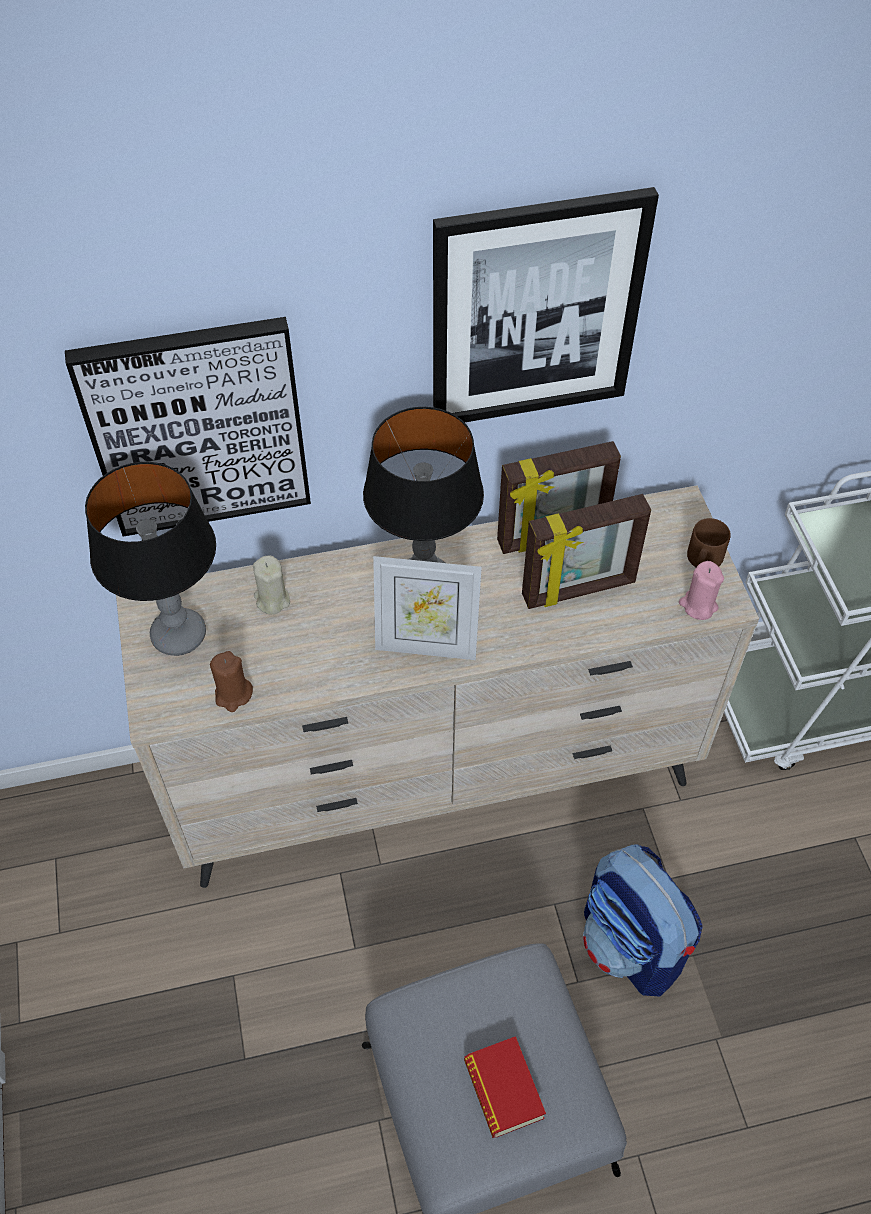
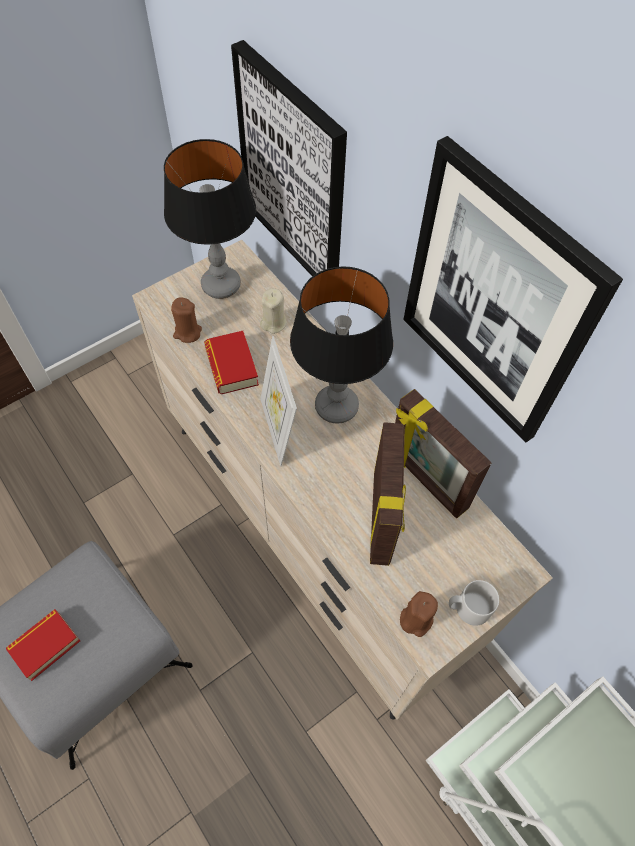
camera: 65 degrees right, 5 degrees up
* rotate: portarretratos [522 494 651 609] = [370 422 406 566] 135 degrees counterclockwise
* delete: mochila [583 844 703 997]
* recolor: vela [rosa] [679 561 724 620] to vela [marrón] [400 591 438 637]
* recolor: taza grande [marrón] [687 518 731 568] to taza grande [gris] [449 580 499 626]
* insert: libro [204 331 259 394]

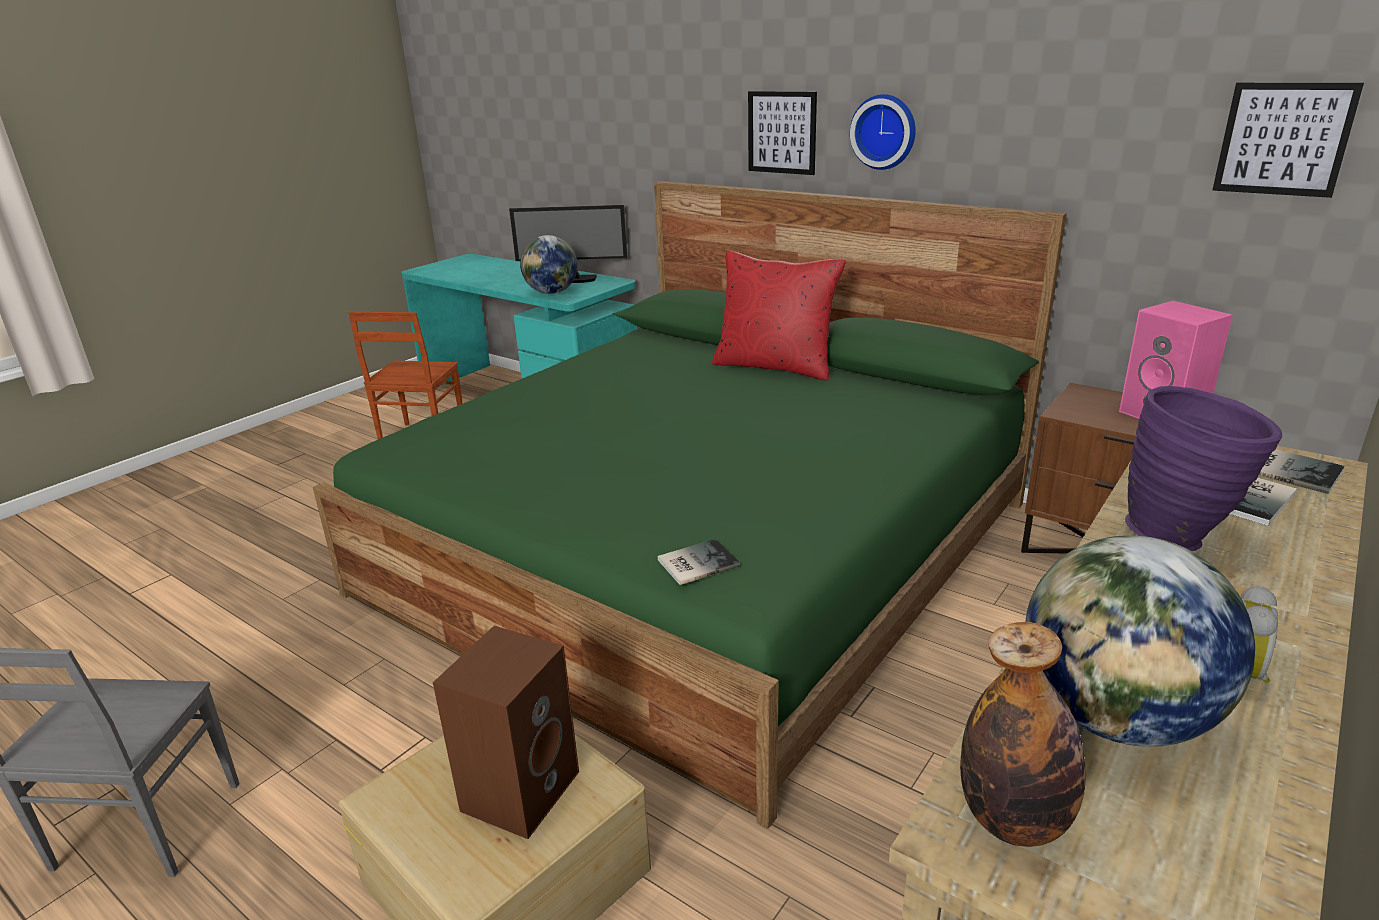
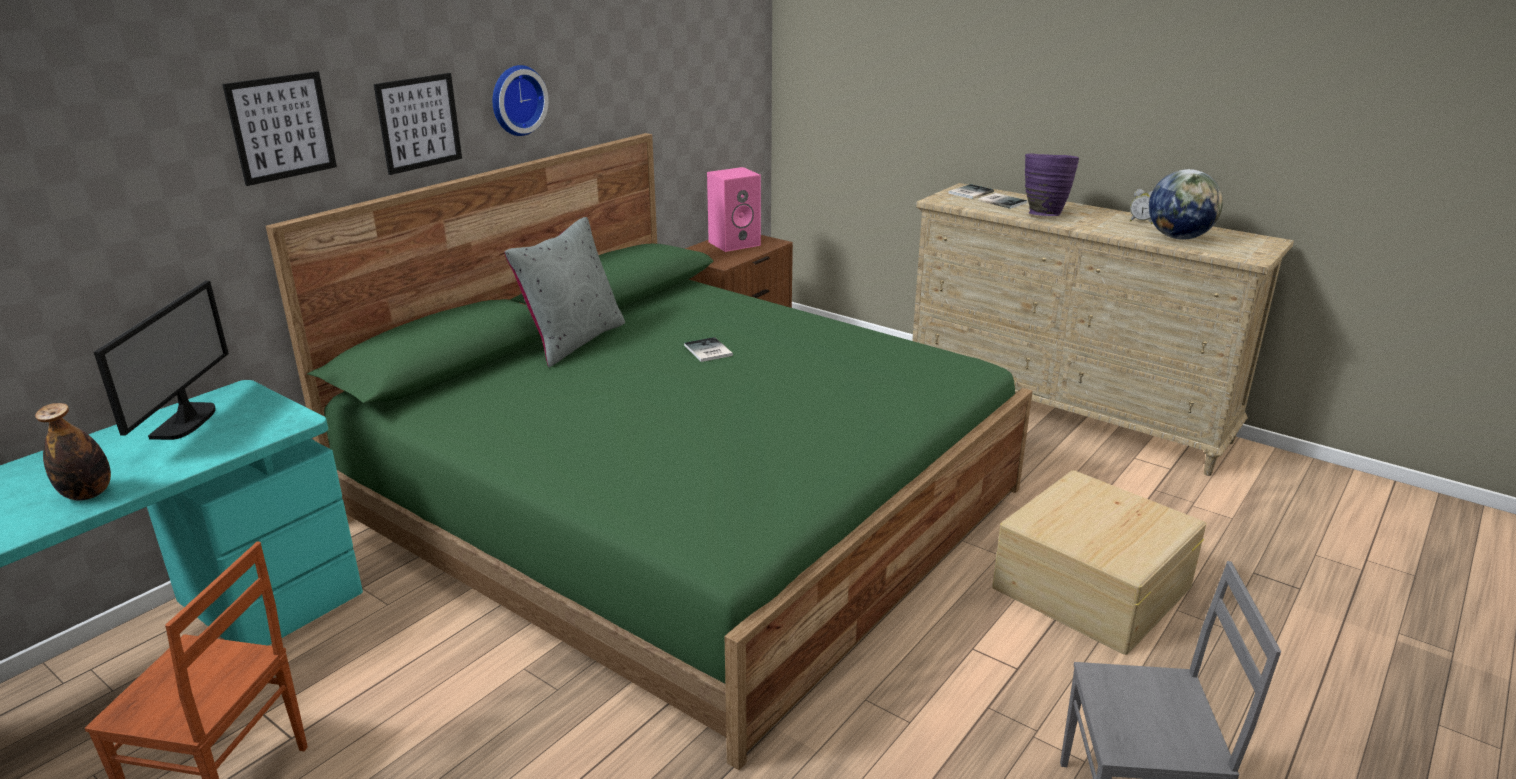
camera: 90 degrees left, 0 degrees up
* delete: altavoz [marrón] [433 626 579 839]
* delete: globo terráqueo [520 235 577 294]
* move: libro [658 539 740 585] to [684 337 733 362]
* recolor: cojín [rojo] [712 251 846 381] to cojín [gris] [504 217 625 367]
* move: botella [960 622 1086 847] to [35 403 111 501]
* move: cuadro [1212 83 1364 198] to [222 71 337 186]

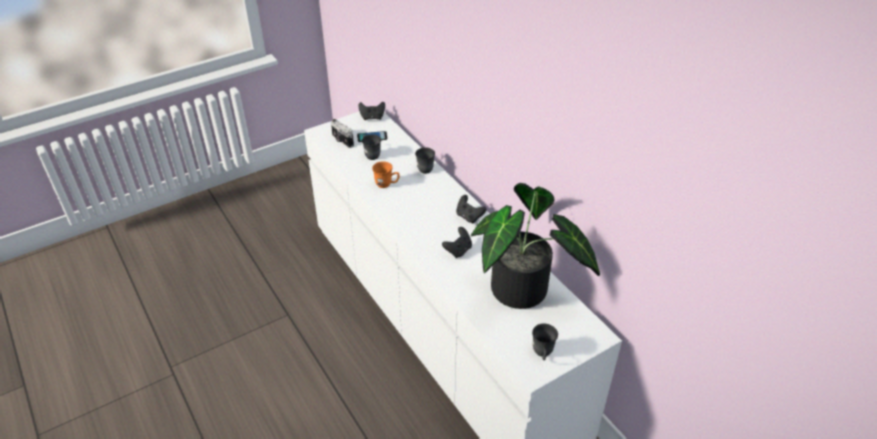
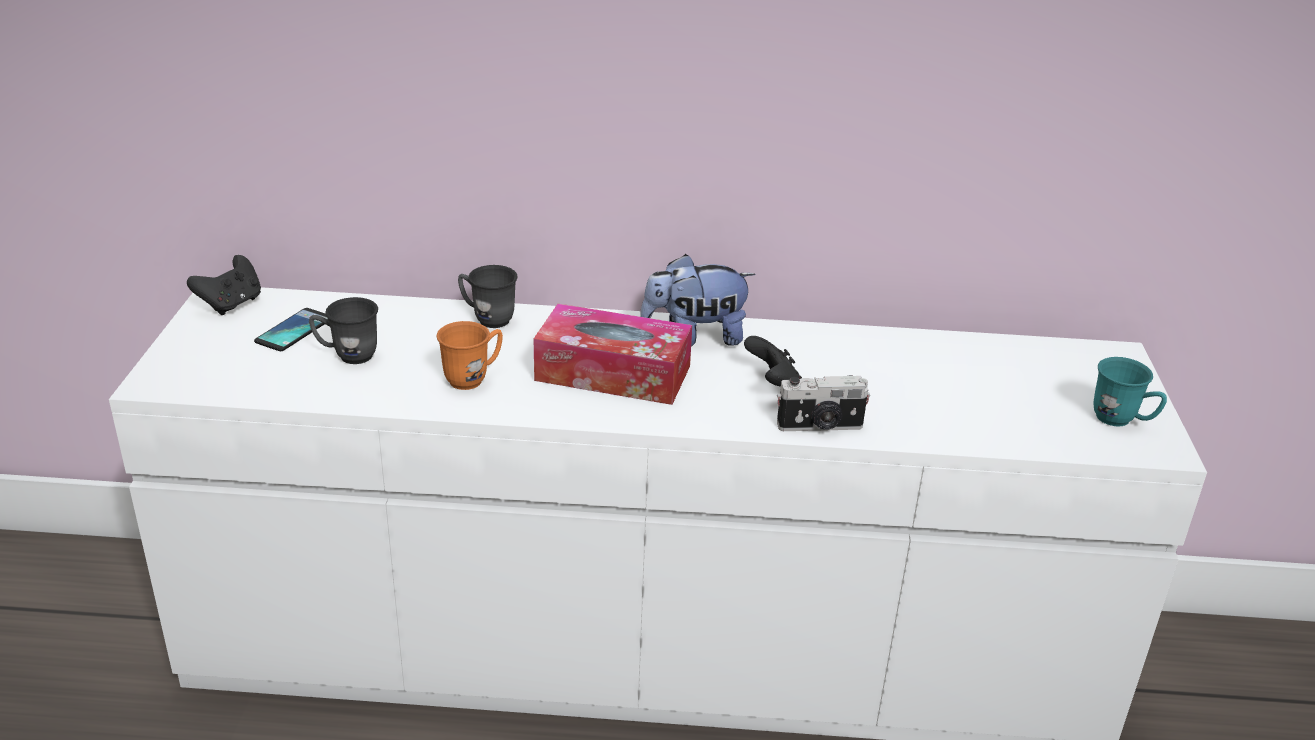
camera: 55 degrees left, 10 degrees down
* move: cámara [331 119 354 148] to [777 375 870 431]
* replace: mando de consola [negro] [456 195 487 223] to peluche [640 254 755 346]
* delete: planta en maceta [471 183 600 309]
* recolor: taza grande [gris] [532 323 558 360] to taza grande [turquesa] [1093 357 1167 427]
* insert: caja de pañuelos [534 304 692 405]

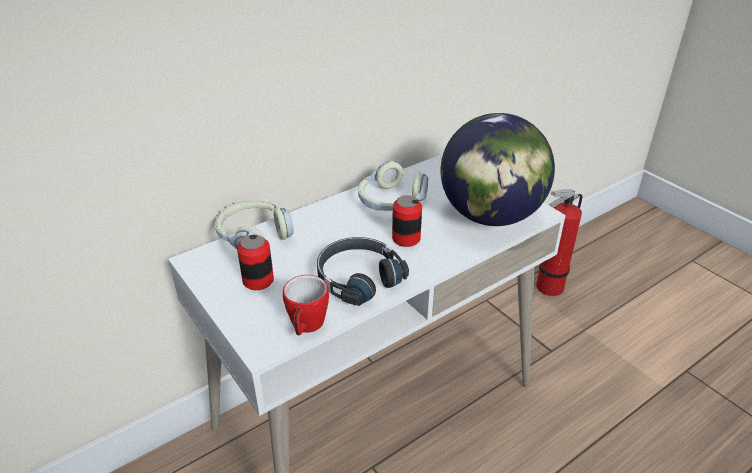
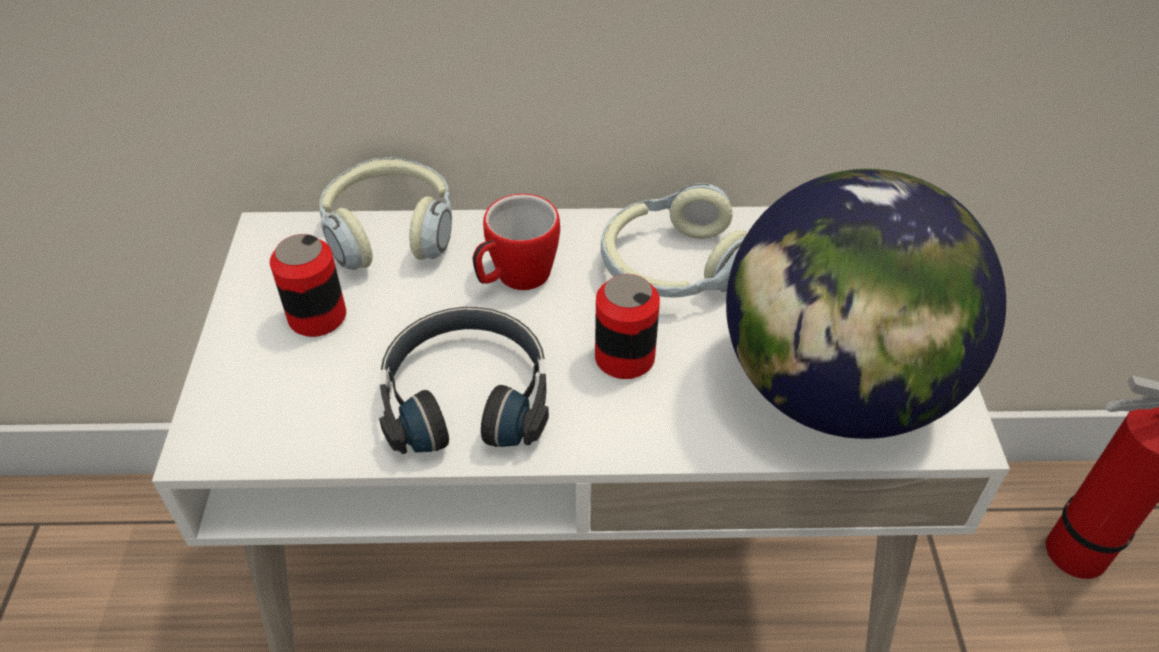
camera: 35 degrees right, 10 degrees up
* move: taza grande [283 275 329 336] to [473 194 560 290]

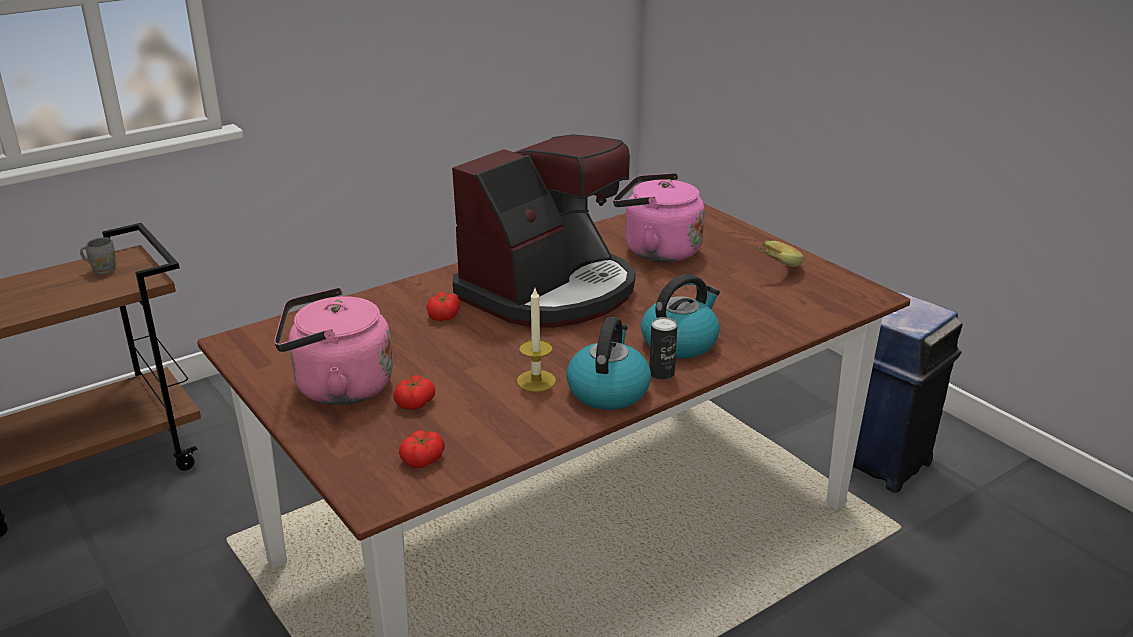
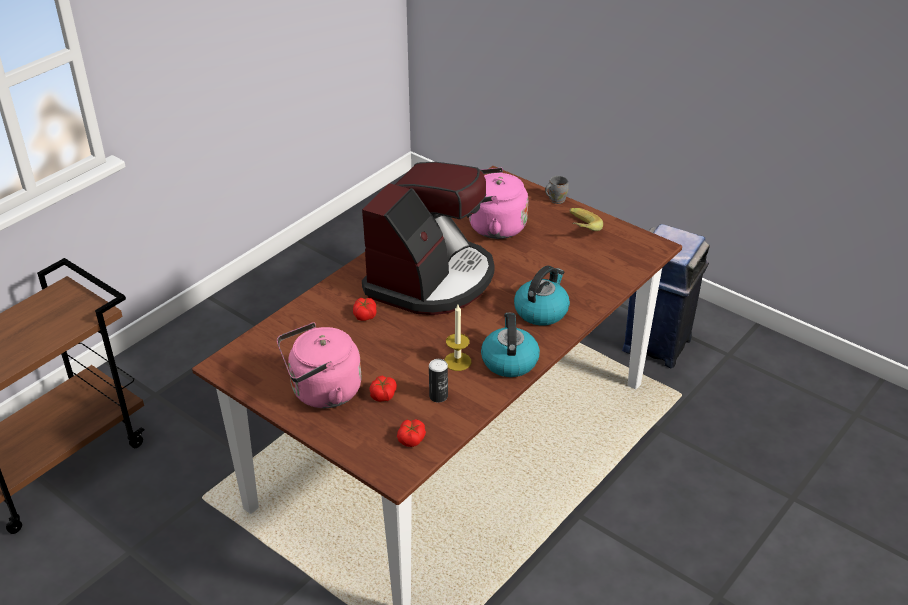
camera: 15 degrees left, 10 degrees up
* move: taza grande [gris] [80 237 116 274] to [545 176 569 204]
* move: lata [649 317 677 380] to [429 359 448 403]

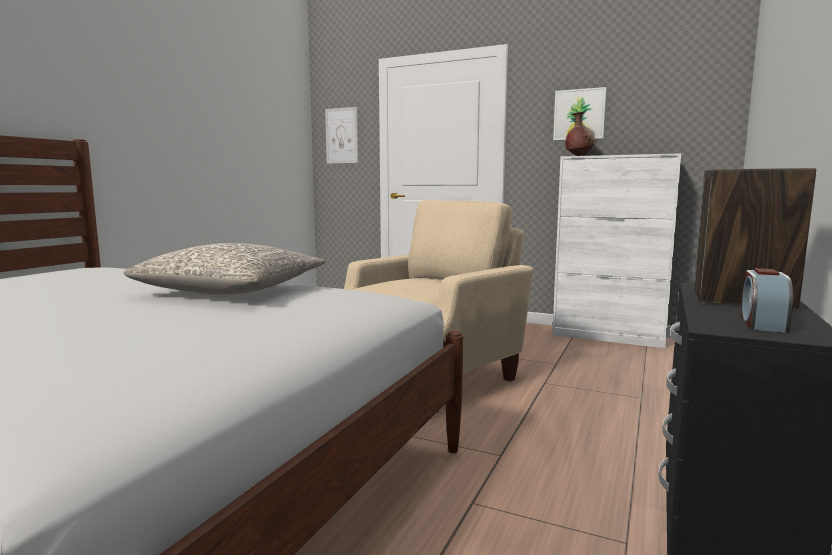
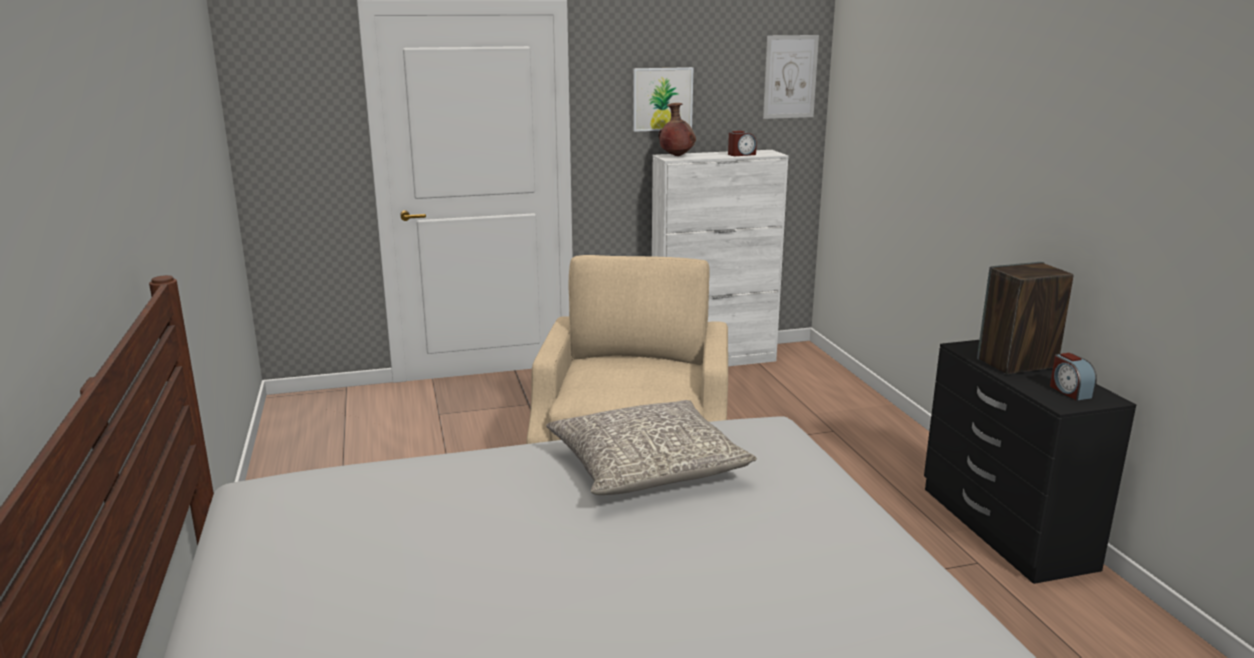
camera: 40 degrees left, 10 degrees up
* move: cuadro [325 107 358 164] to [763 35 819 119]
* insert: despertador [728 131 757 156]

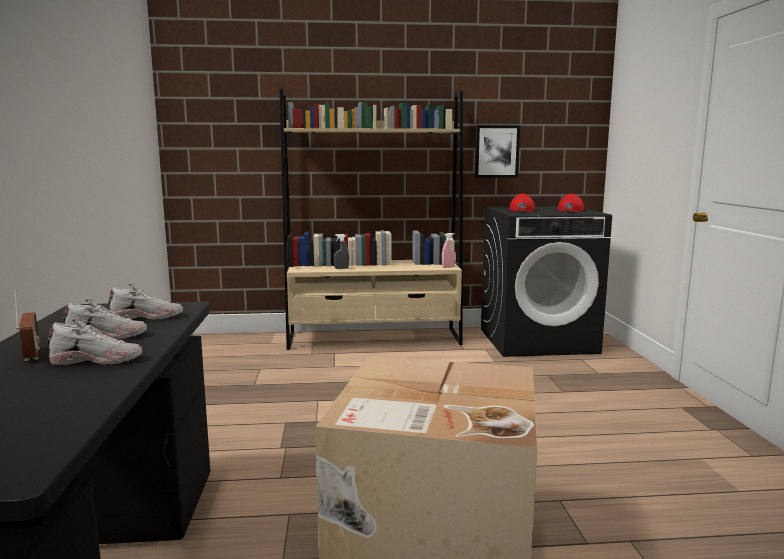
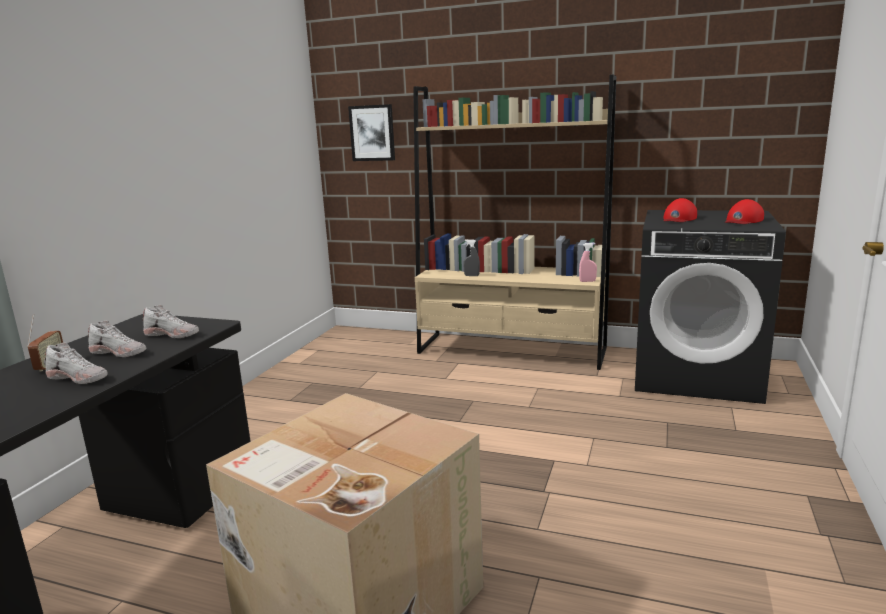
camera: 25 degrees right, 5 degrees up
* move: cuadro [475 125 520 178] to [348 104 395 161]

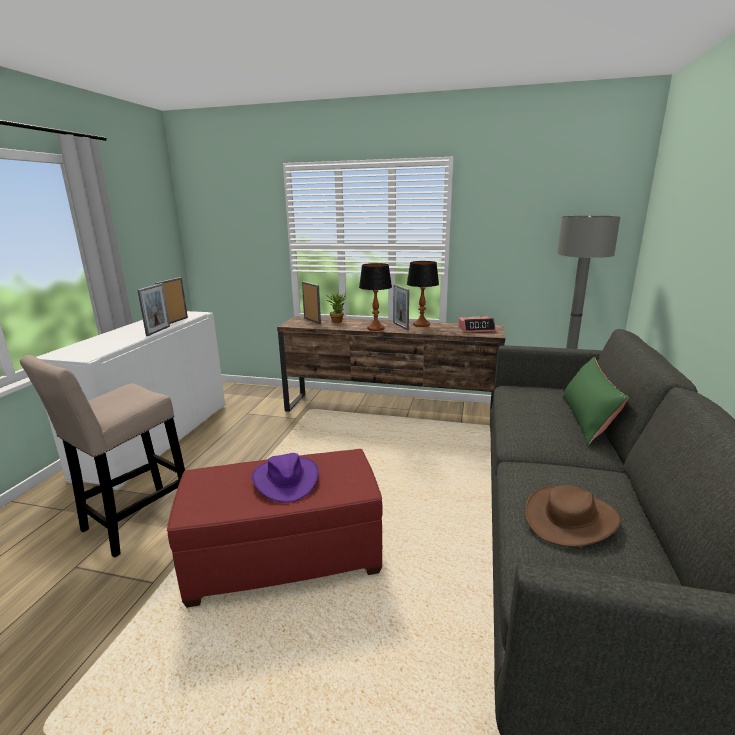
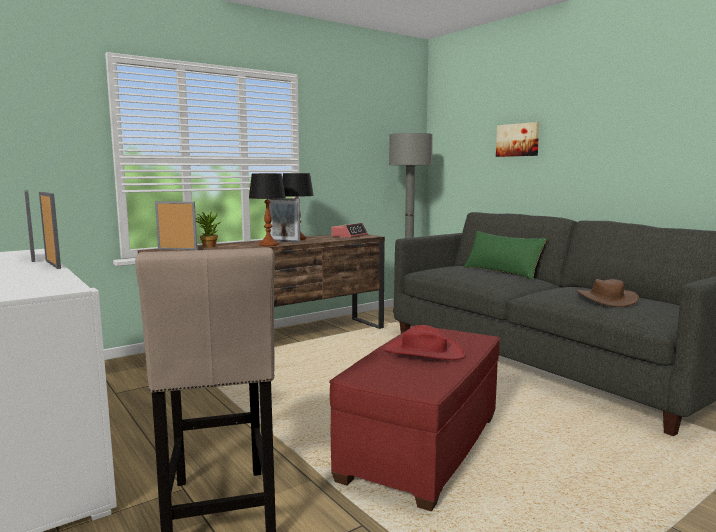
camera: 50 degrees left, 10 degrees down
* recolor: sombrero [morado] [252 453 319 503] to sombrero [rojo] [384 325 466 360]
* insert: cuadro [496 122 540 157]

